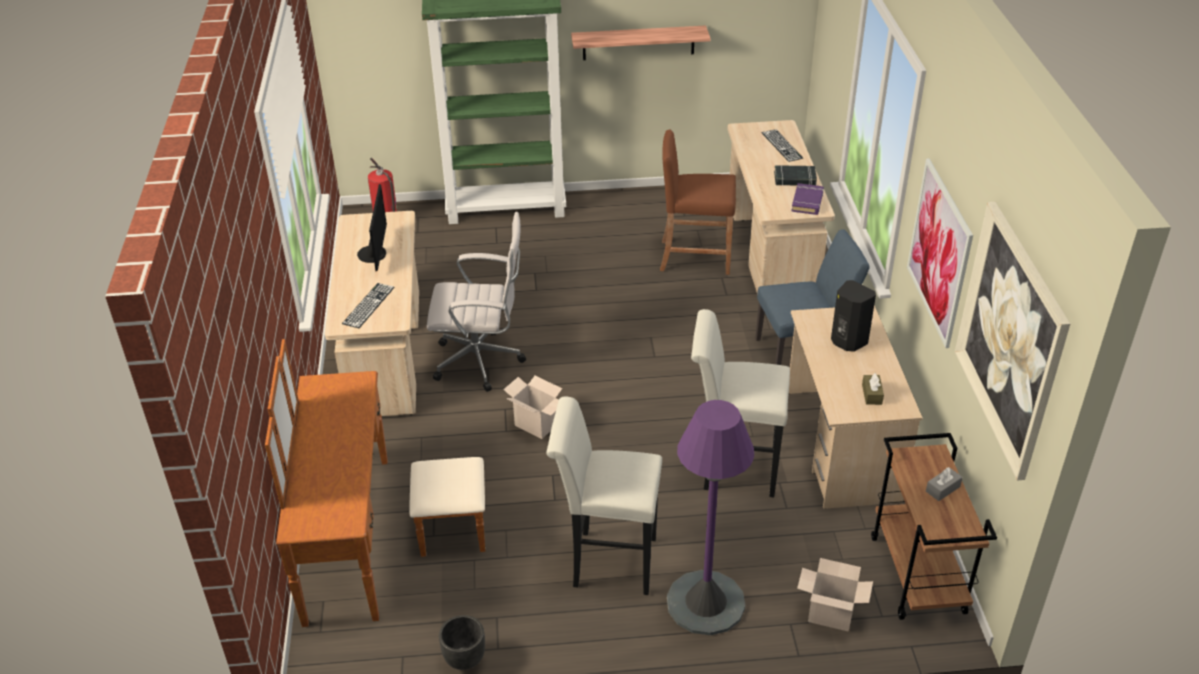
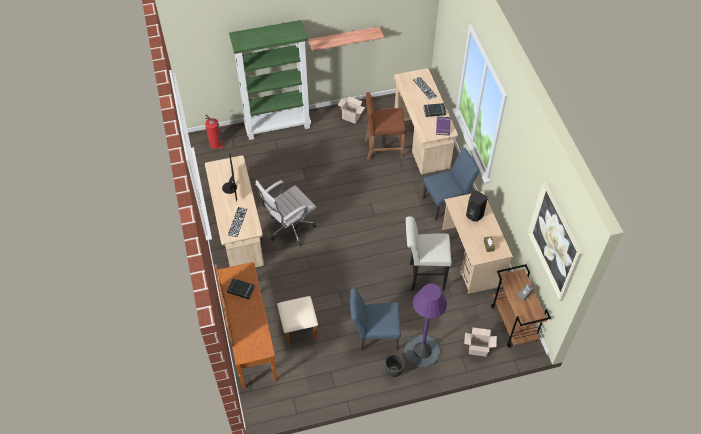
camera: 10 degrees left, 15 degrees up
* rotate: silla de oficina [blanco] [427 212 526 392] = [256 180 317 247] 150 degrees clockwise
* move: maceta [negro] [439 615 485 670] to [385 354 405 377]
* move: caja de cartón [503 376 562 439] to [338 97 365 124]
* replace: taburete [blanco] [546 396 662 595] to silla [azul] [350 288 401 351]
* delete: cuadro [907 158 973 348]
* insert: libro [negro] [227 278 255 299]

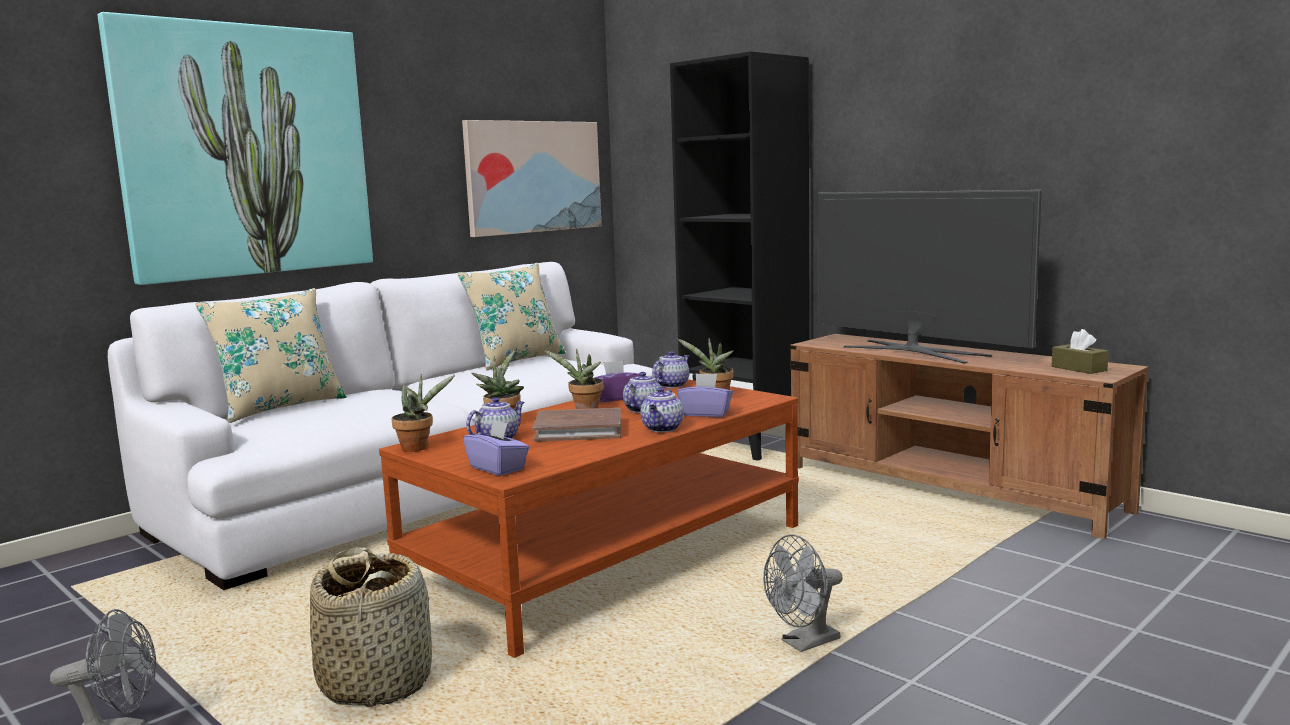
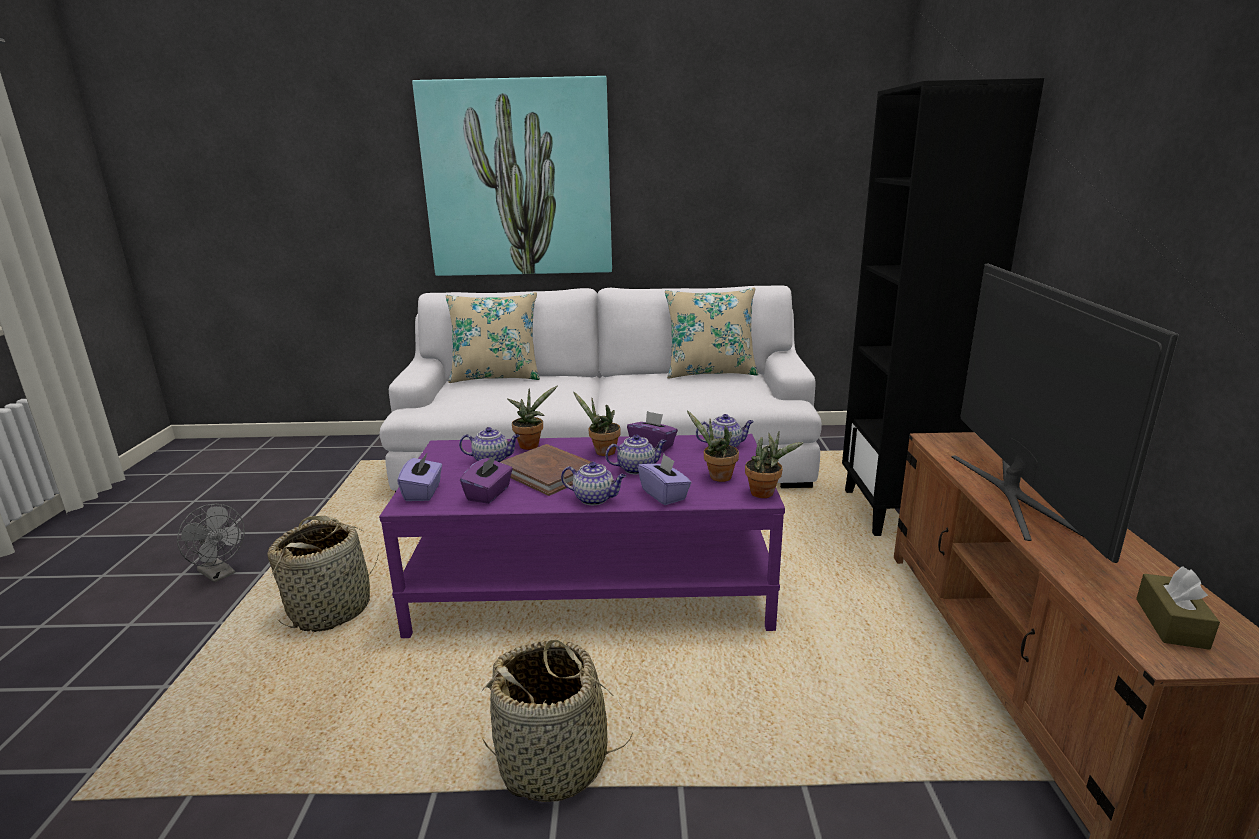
camera: 45 degrees right, 10 degrees up
* recolor: mesa de centro [marrón] [379 379 799 658] to mesa de centro [morado] [379 434 785 638]
* move: planta en maceta [392 374 455 452] to [745 431 803 498]
* delete: cuadro [462 120 602 237]
* rotate: tetera [640 387 684 432] = [561 462 626 505] 135 degrees counterclockwise
* replace: ventilador [gris] [763 535 843 652] to cesta [482 639 633 802]
* insert: caja de pañuelos [morado] [460 454 513 504]

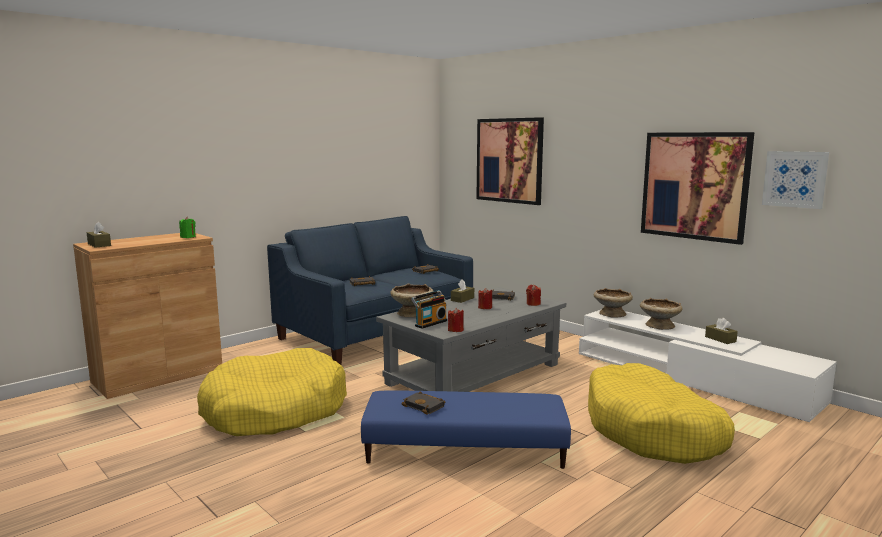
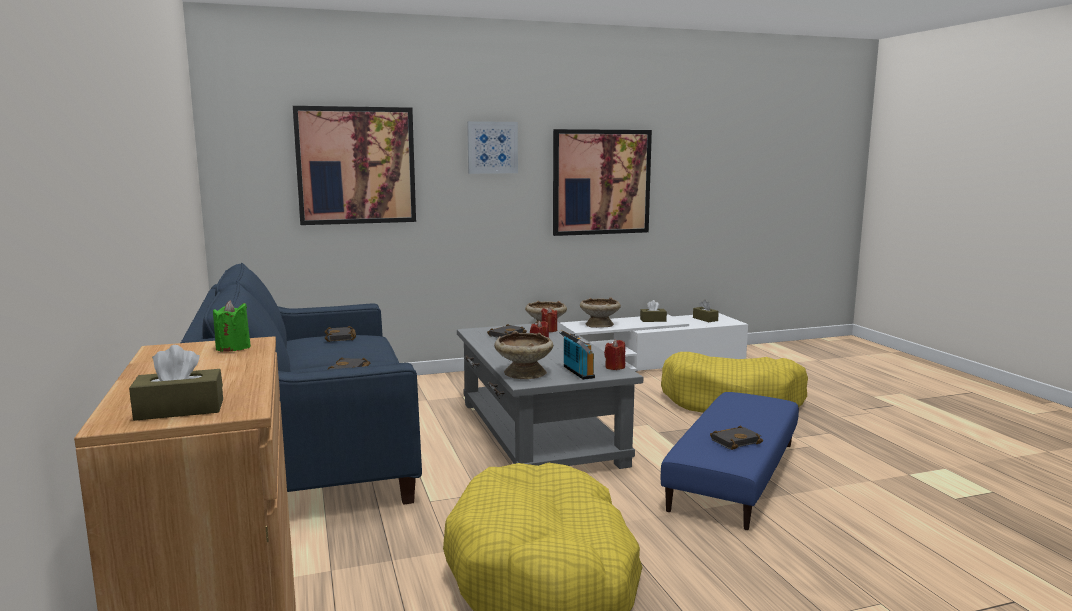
camera: 65 degrees left, 0 degrees up
* move: caja de pañuelos [marrón] [451 279 474 303] to [693 300 719 322]
* move: cuadro [762 151 829 209] to [467 121 518 174]

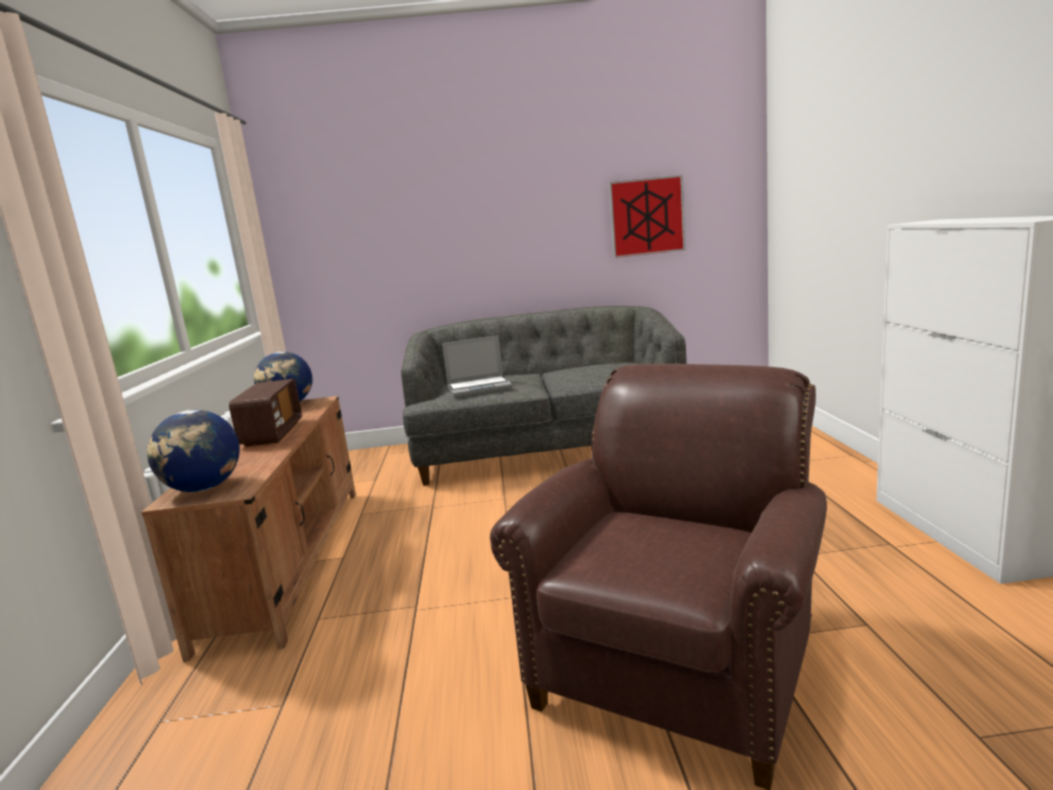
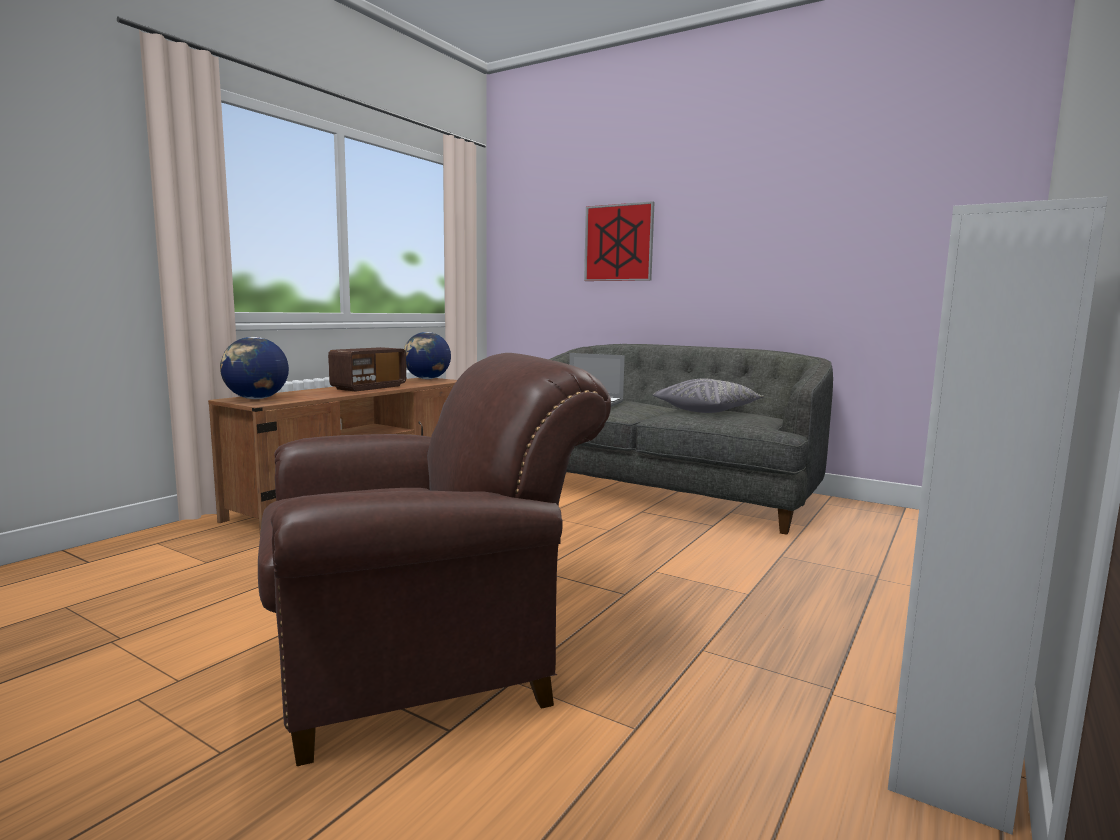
camera: 35 degrees right, 5 degrees down
* move: cuadro [609 175 686 258] to [584 201 655 281]
* insert: cojín [gris] [653 379 764 413]

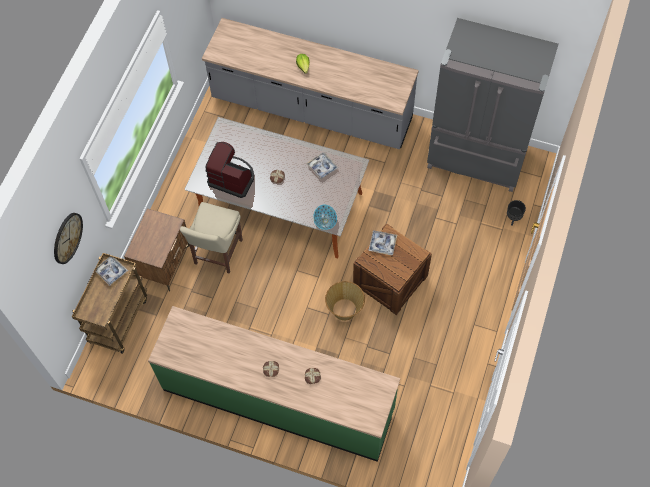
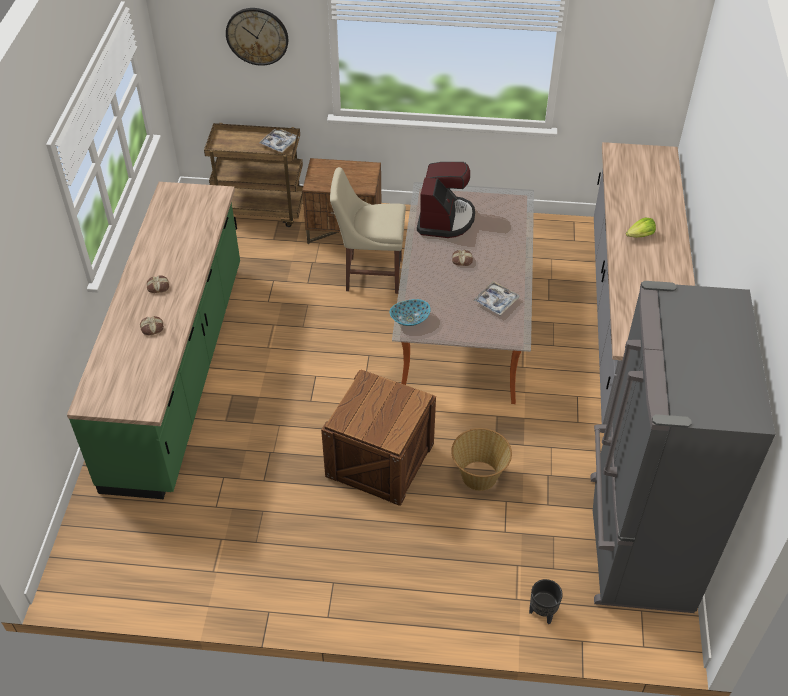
camera: 75 degrees right, 15 degrees down
* move: cesta [325 281 365 321] to [451 428 512 491]
* delete: bandeja [368 230 397 255]

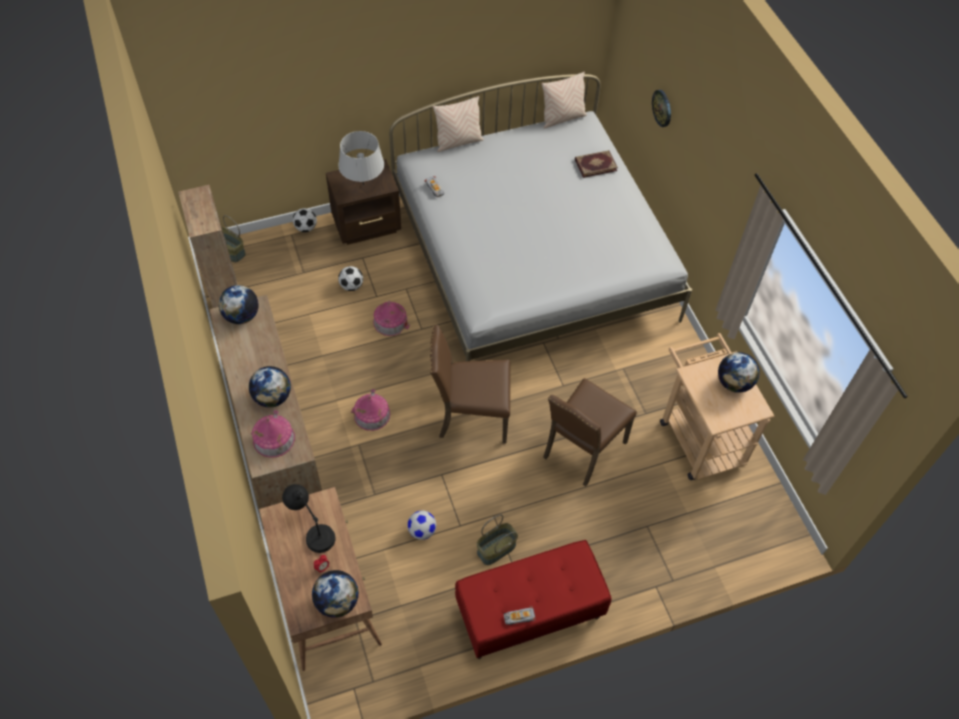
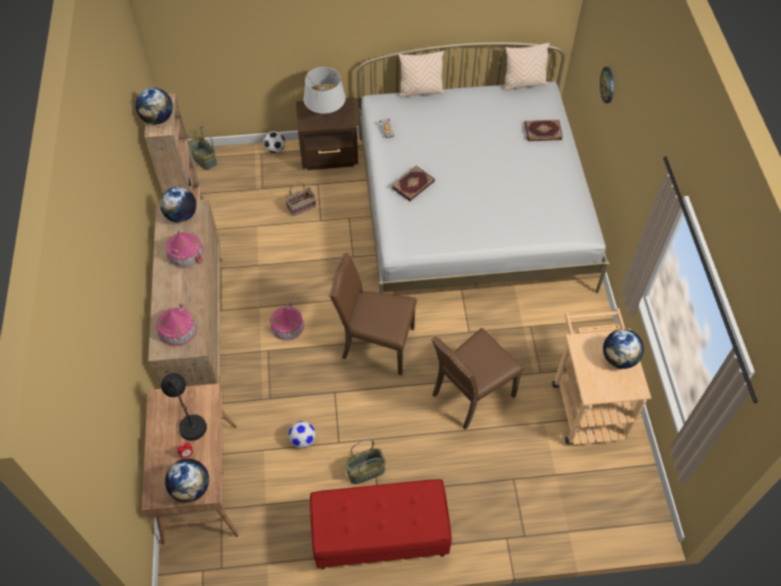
camera: 15 degrees right, 0 degrees up
* move: globo terráqueo [249 366 291 407] to [135 88 173 125]
* replace: balón de fútbol [338 266 363 291] to cesta [285 182 316 216]
* move: casita [373 301 410 336] to [166 230 204 268]
* delete: coche de juguete [504 605 536 625]
* insert: libro [392 166 435 201]

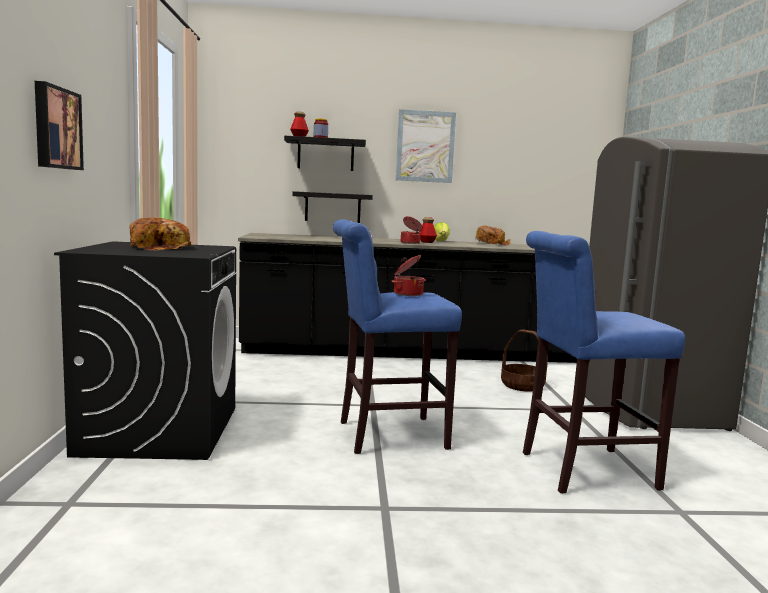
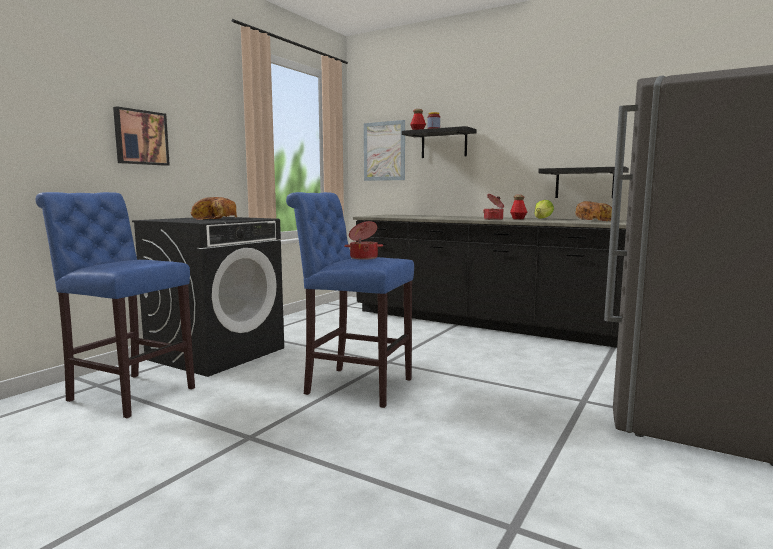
camera: 35 degrees right, 0 degrees up
* move: estante [negro] [292 191 373 223] to [538 166 629 198]
* move: cuadro [396 109 456 183] to [364 120 405 181]
* delete: cesta [501 329 548 391]
* move: taburete [azul] [523 231 685 494] to [35 192 195 418]

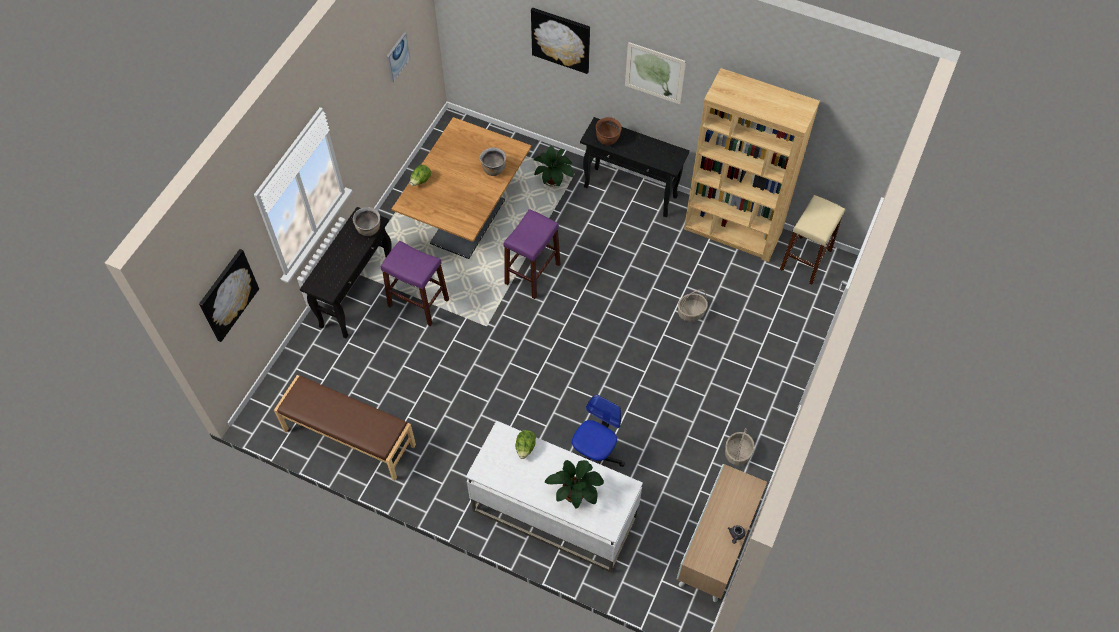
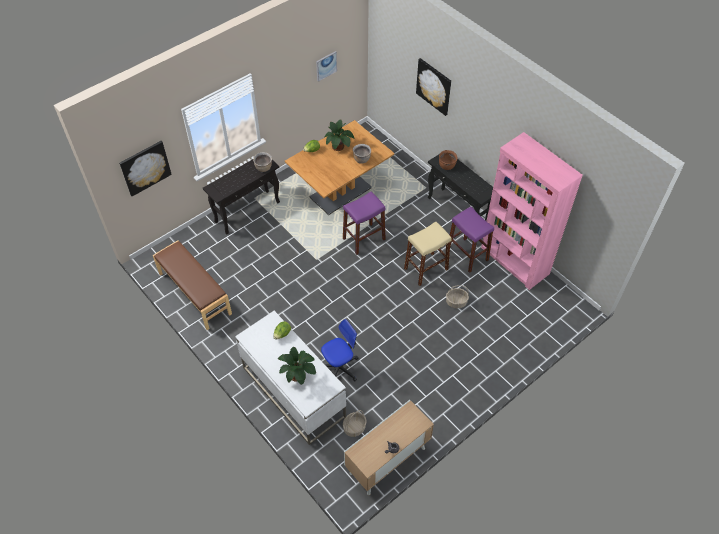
camera: 25 degrees right, 5 degrees down
* move: taburete [morado] [381 241 449 326] to [450 207 494 273]
* move: planta en maceta [534 146 574 186] to [325 119 355 151]
* delete: cuadro [625 42 686 104]
* recolor: estantería [marrón] [684 68 820 262] to estantería [rosa] [481 132 583 290]
* move: cesta [725 428 755 466] to [343 410 367 437]
* move: taburete [beis] [780 195 845 284] to [404 222 452 286]

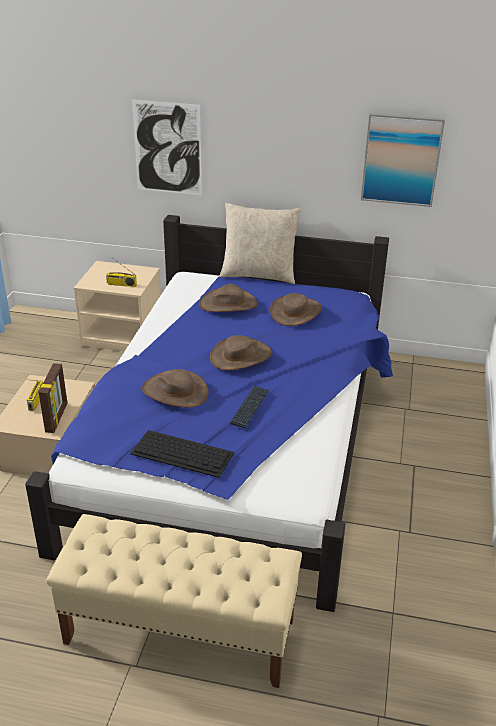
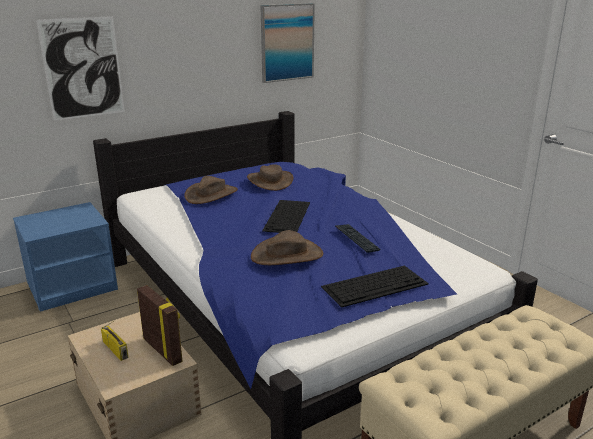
camera: 45 degrees left, 10 degrees down
* recolor: mesita de noche [beis] [74 261 161 352] to mesita de noche [azul] [13 202 118 312]
* delete: radio [106 257 137 287]
* replace: sombrero [marrón] [210 335 272 370] to teclado [262 200 310 233]
* delete: cojín [beis] [220 203 301 284]

